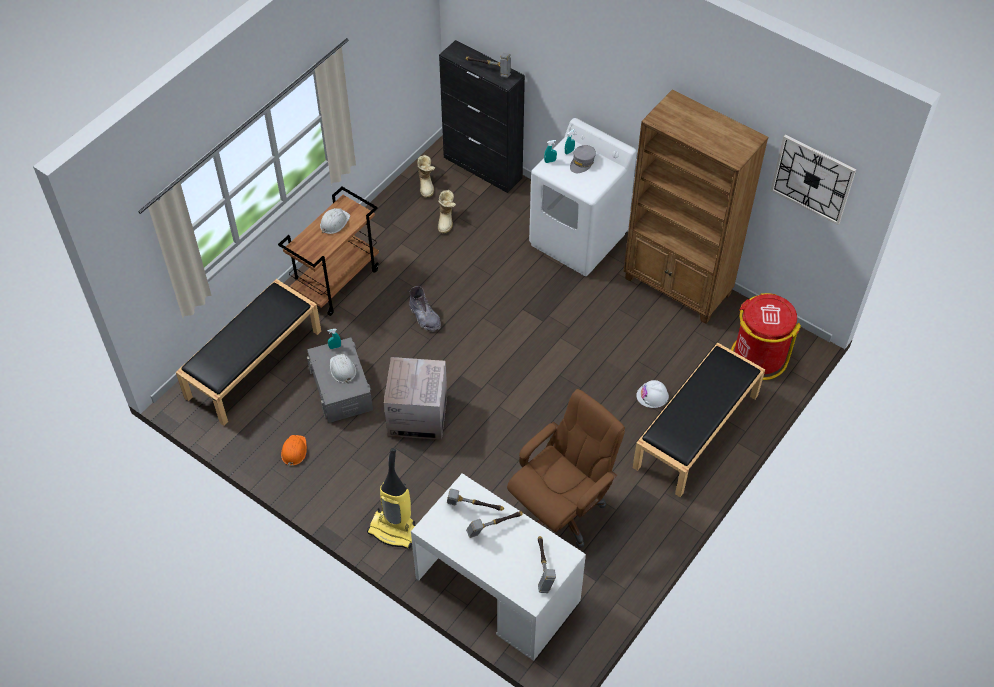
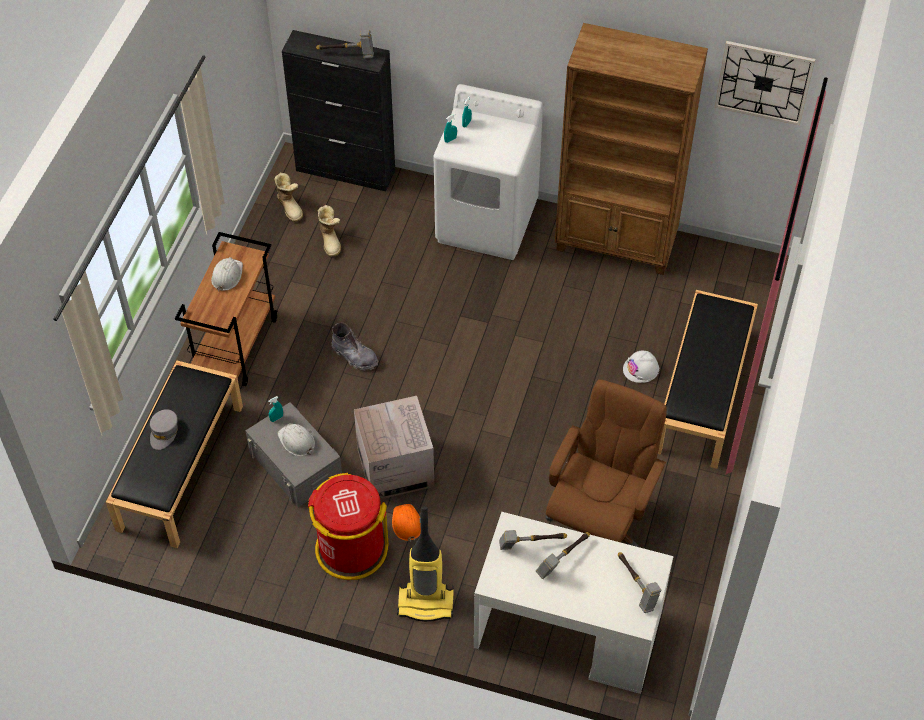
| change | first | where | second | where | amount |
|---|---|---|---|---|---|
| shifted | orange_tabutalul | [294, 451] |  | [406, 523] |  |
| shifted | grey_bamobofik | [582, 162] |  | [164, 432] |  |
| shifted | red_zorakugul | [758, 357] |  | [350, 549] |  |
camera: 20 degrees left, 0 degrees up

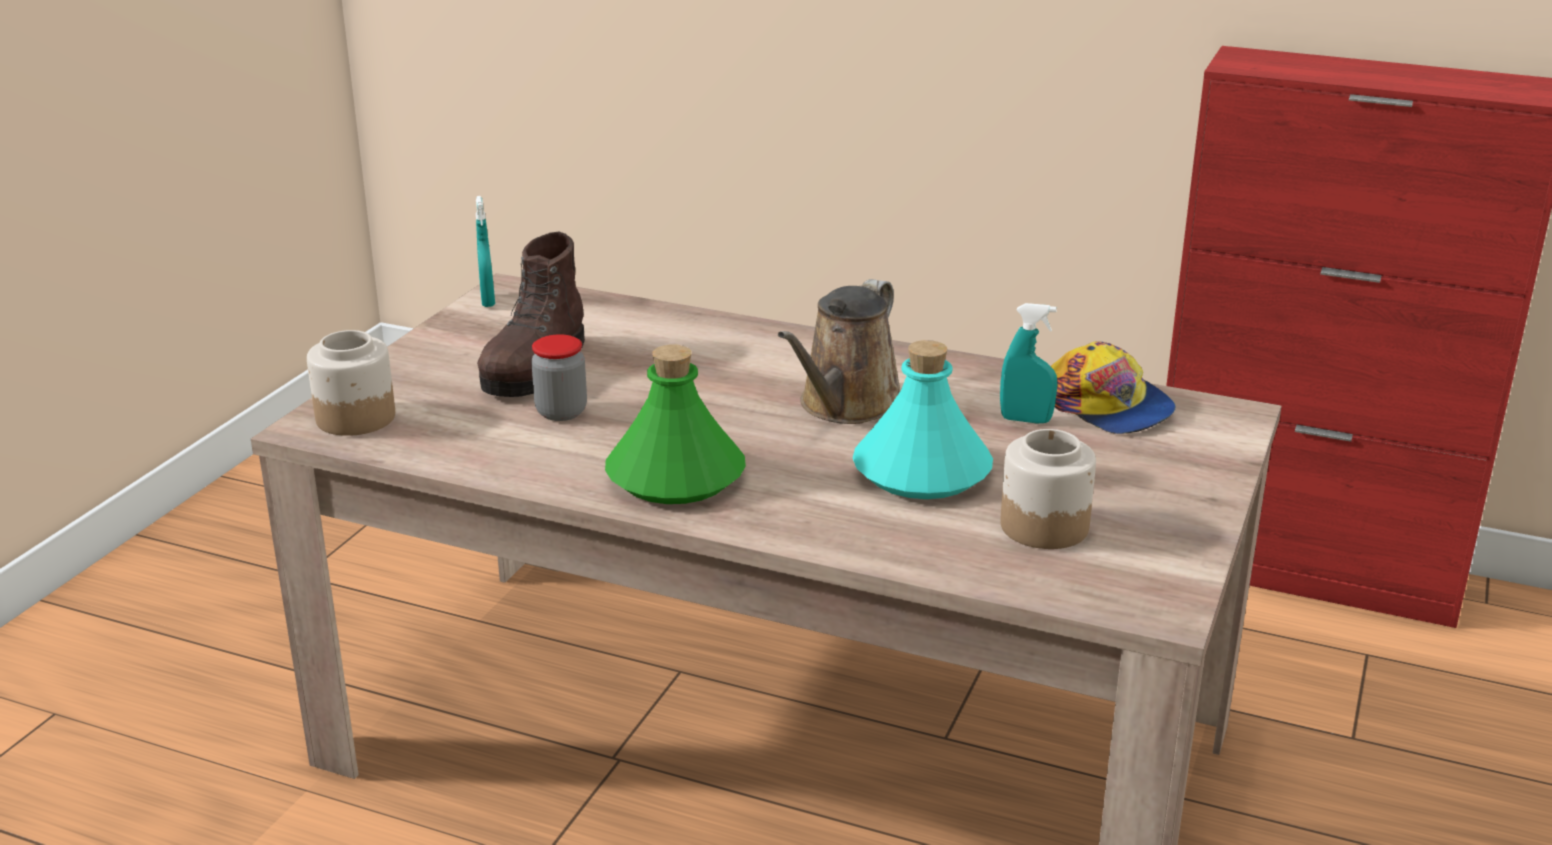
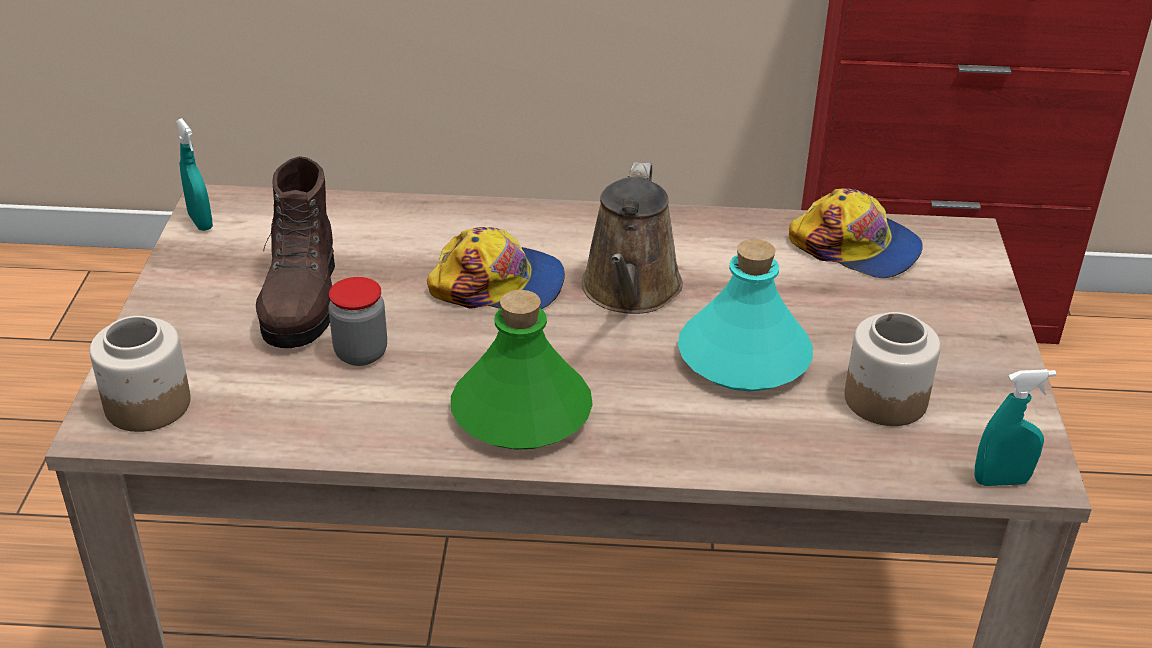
| change | first | where | second | where | amount |
|---|---|---|---|---|---|
| new |  |  | bamobofik | [499, 284] |  |
| shifted | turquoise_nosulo | [1026, 420] |  | [1001, 481] |  |
camera: 20 degrees left, 10 degrees up

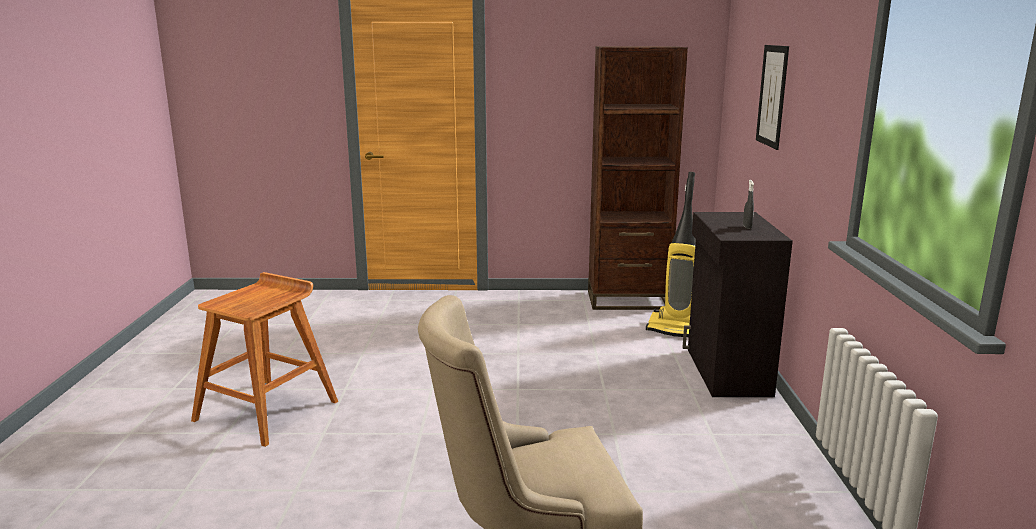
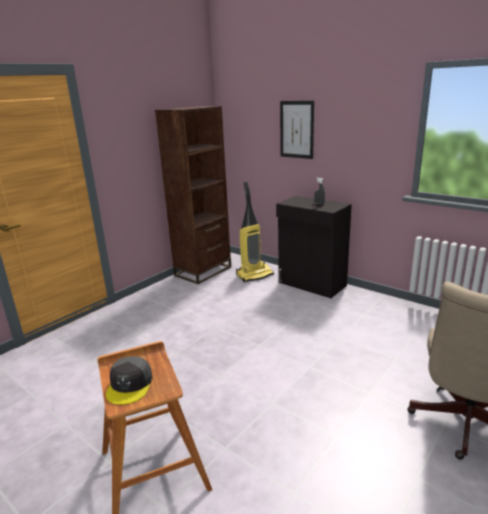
| change | first | where | second | where | amount |
|---|---|---|---|---|---|
| new |  |  | grey_bamobofik | [130, 385] |  |
camera: 50 degrees left, 5 degrees up

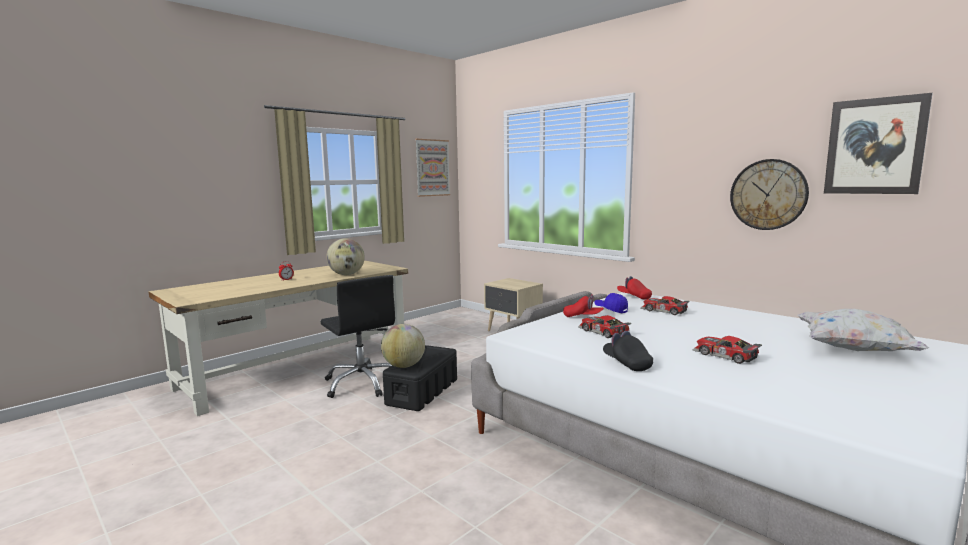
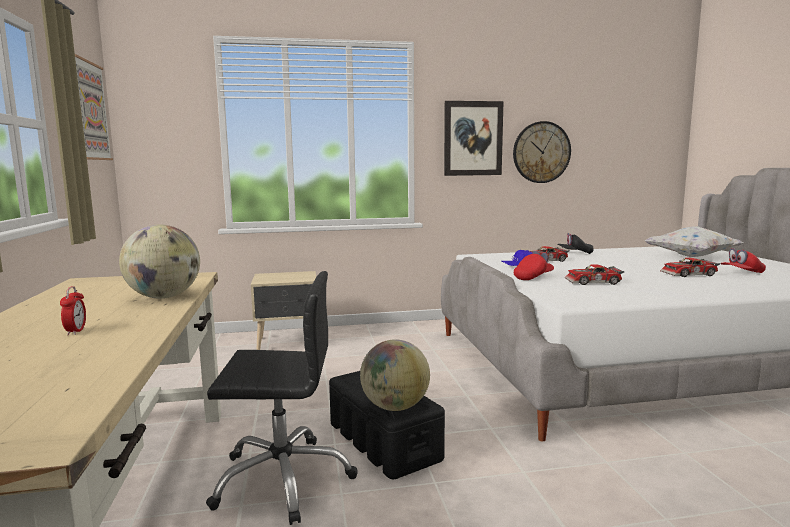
| change | first | where | second | where | amount |
|---|---|---|---|---|---|
| shifted | black_bamobofik | [627, 364] |  | [575, 253] |  |
| shifted | red_bamobofik | [634, 297] |  | [742, 273] |  |
| shifted | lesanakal | [874, 146] |  | [473, 138] |  |
camera: 55 degrees left, 0 degrees up

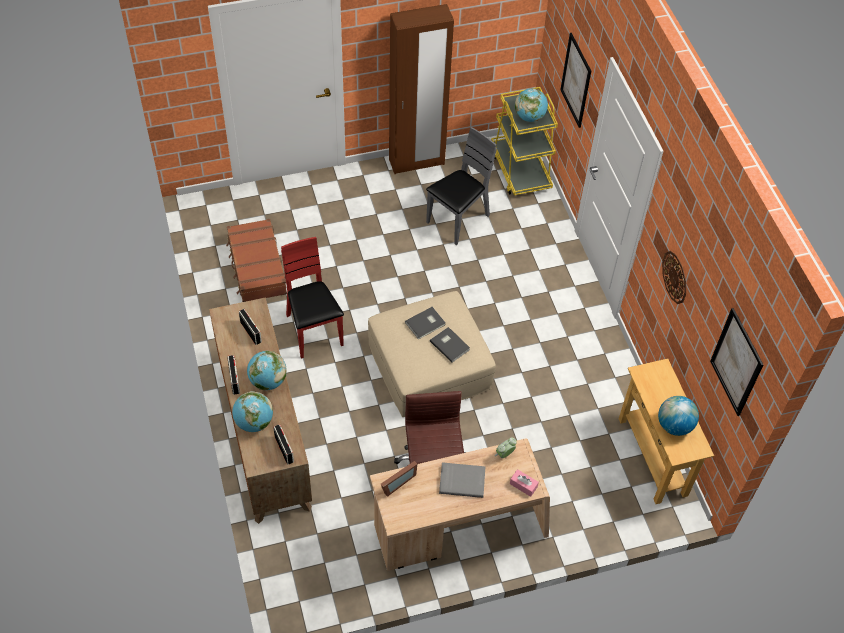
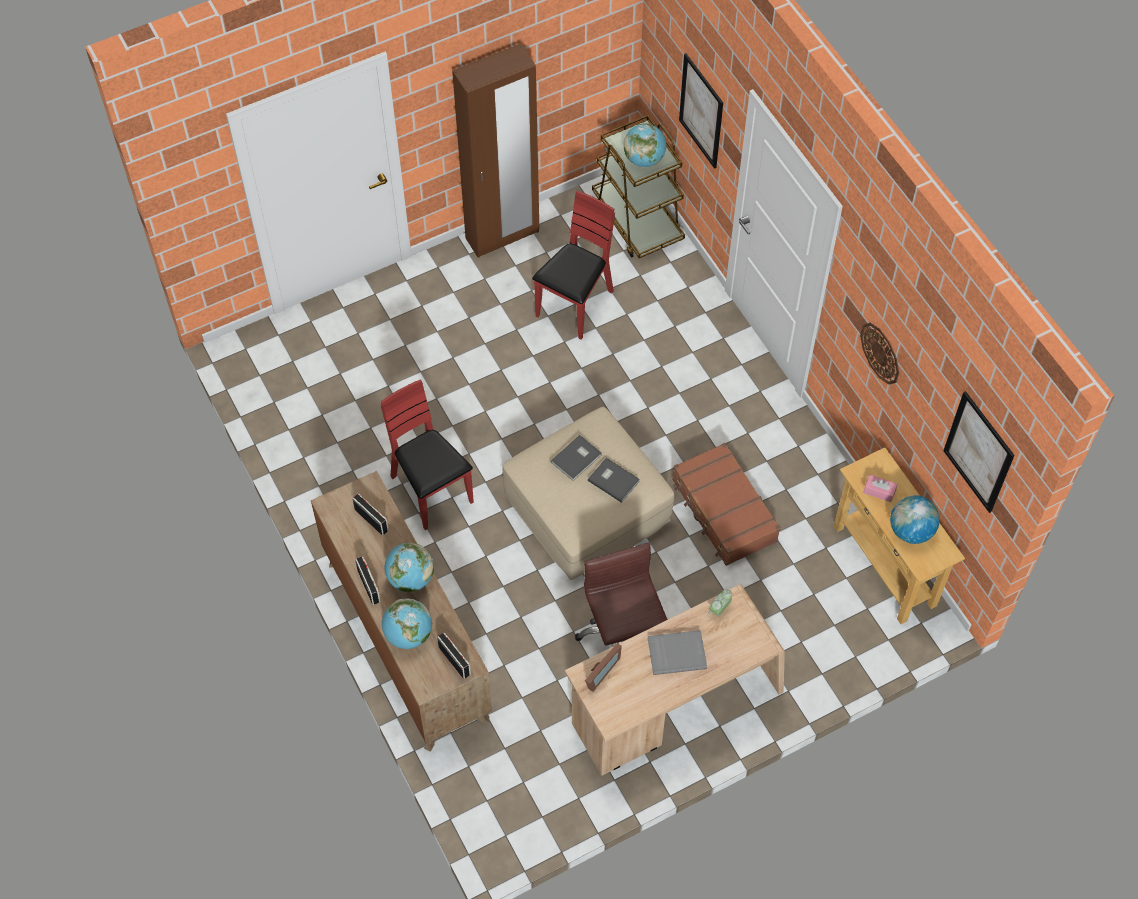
| change | first | where | second | where | amount |
|---|---|---|---|---|---|
| shifted | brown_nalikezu | [256, 267] |  | [723, 511] |  |
| shifted | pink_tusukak | [523, 485] |  | [879, 491] |  |
| repainted | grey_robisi | [458, 220] | red_robisi | [575, 305] |  |
| repainted | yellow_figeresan | [520, 170] | brown_figeresan | [637, 221] |  |
camera: 10 degrees left, 5 degrees up

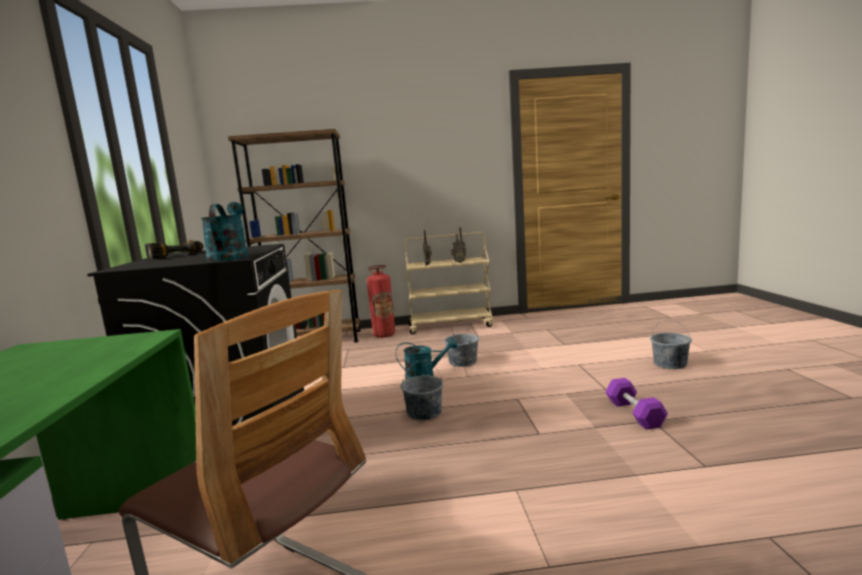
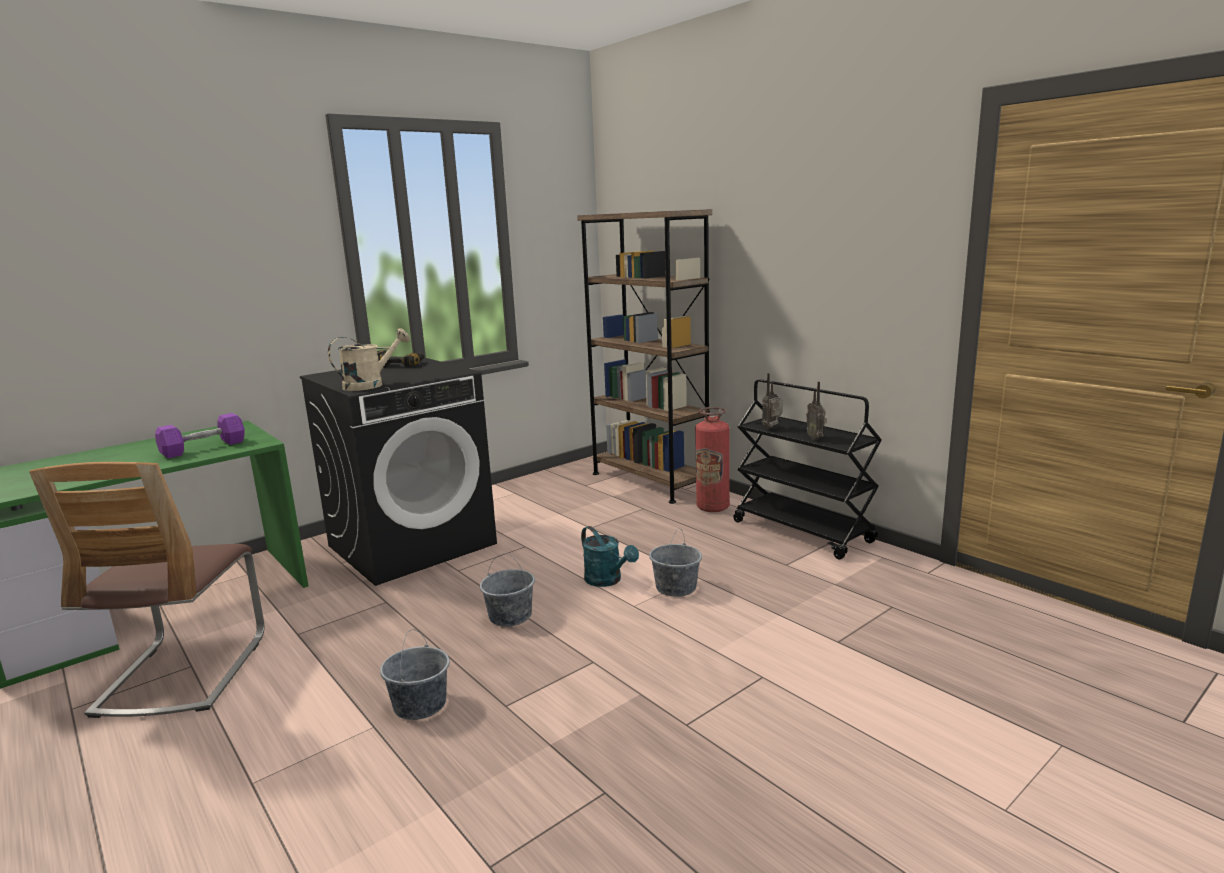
| change | first | where | second | where | amount |
|---|---|---|---|---|---|
| shifted | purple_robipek | [634, 414] |  | [203, 448] |  |
| shifted | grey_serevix | [670, 364] |  | [419, 705] |  |
| repainted | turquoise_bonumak | [229, 257] | beige_bonumak | [370, 385] |  |
| repainted | beige_figeresan | [450, 325] | black_figeresan | [803, 532] |  |
camera: 55 degrees right, 5 degrees up

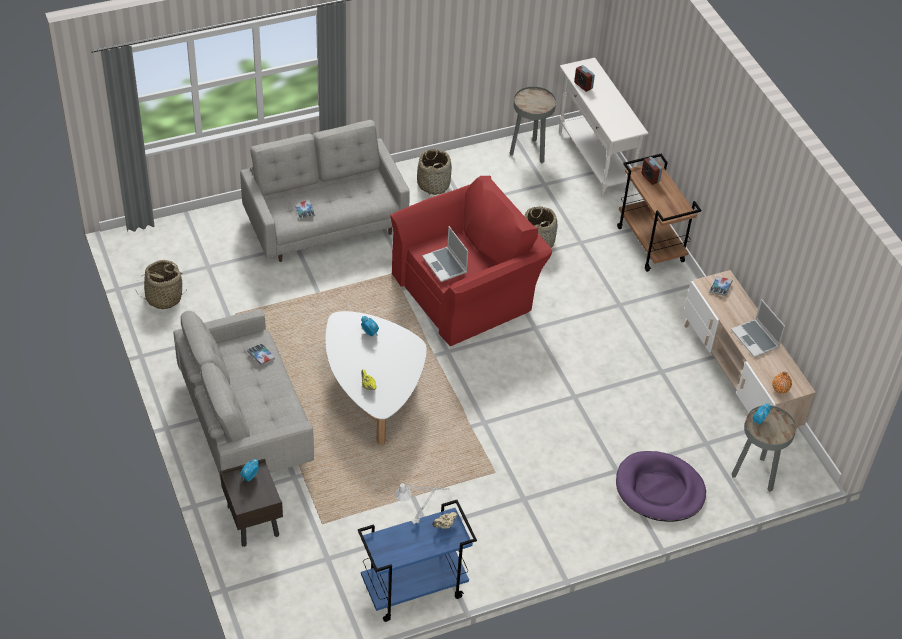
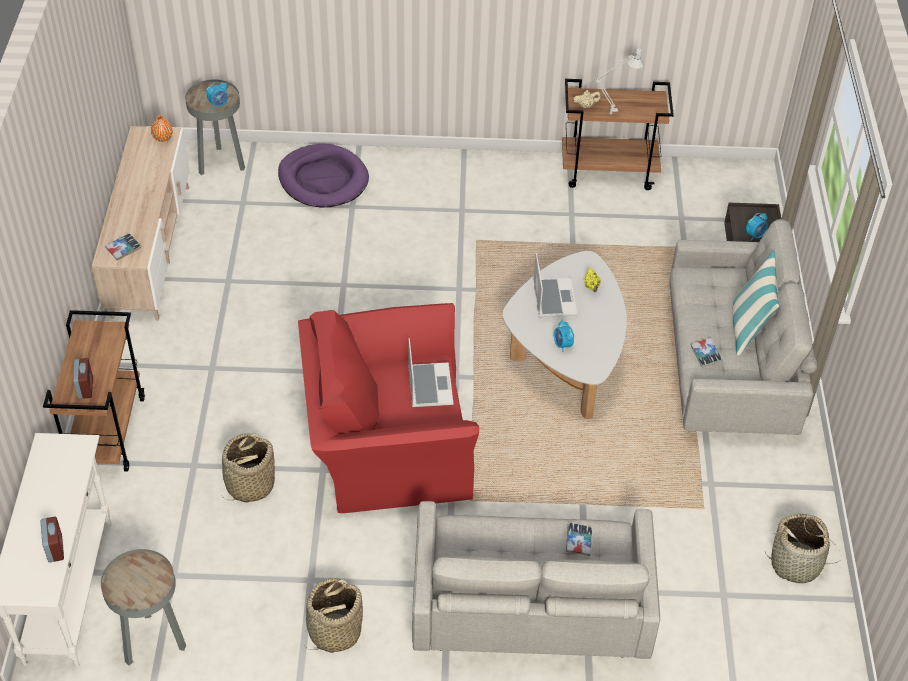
| change | first | where | second | where | amount |
|---|---|---|---|---|---|
| new |  |  | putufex | [748, 328] |  |
| shifted | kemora | [756, 339] |  | [553, 298] |  |
| repainted | blue_figeresan | [413, 590] | brown_figeresan | [609, 172] |  |
camera: 155 degrees left, 0 degrees up

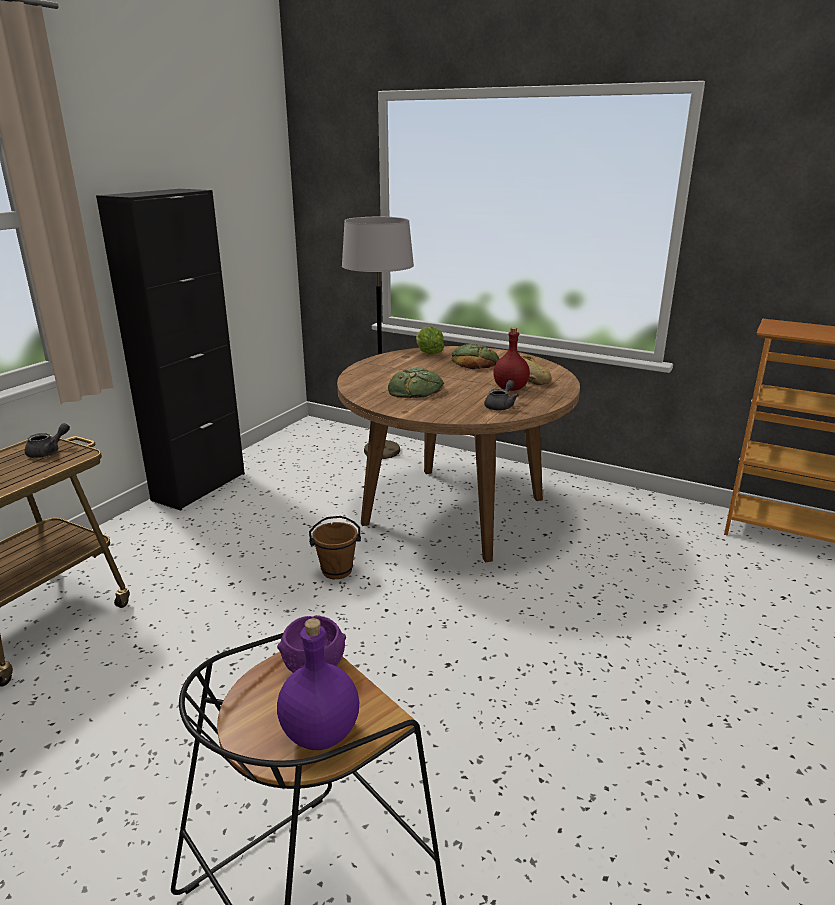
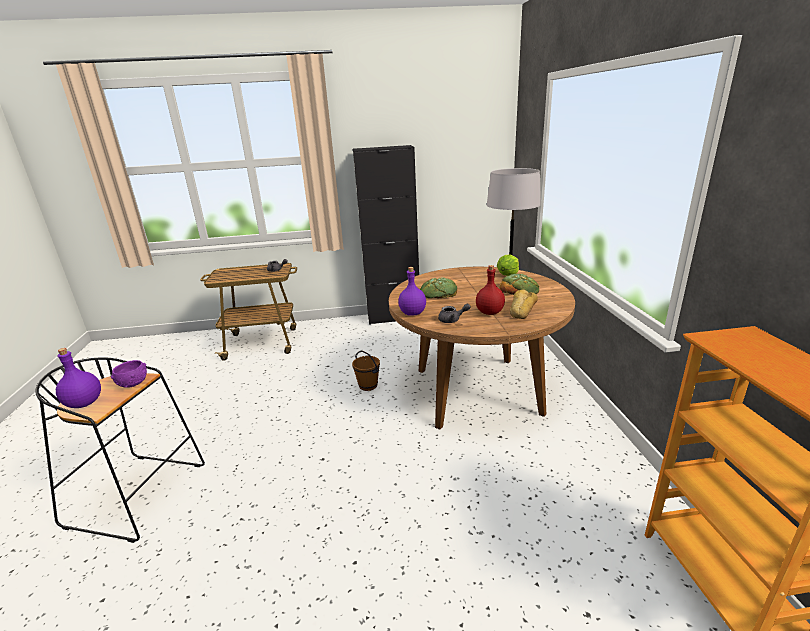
| change | first | where | second | where | amount |
|---|---|---|---|---|---|
| new |  |  | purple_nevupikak | [413, 313] |  |
camera: 55 degrees right, 0 degrees up

